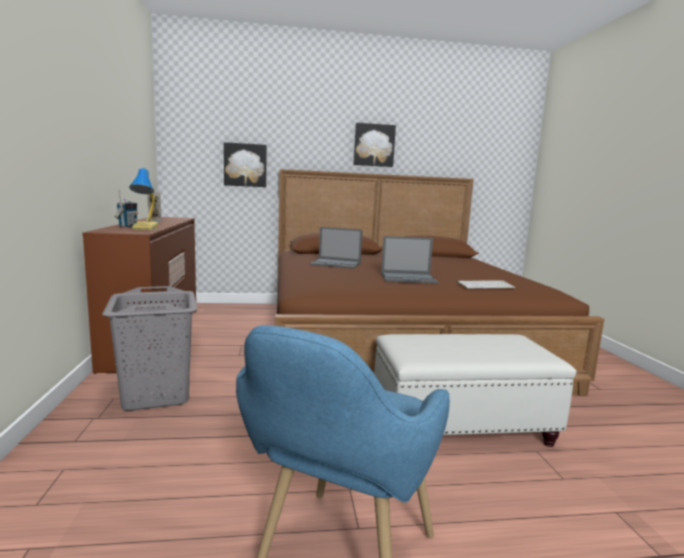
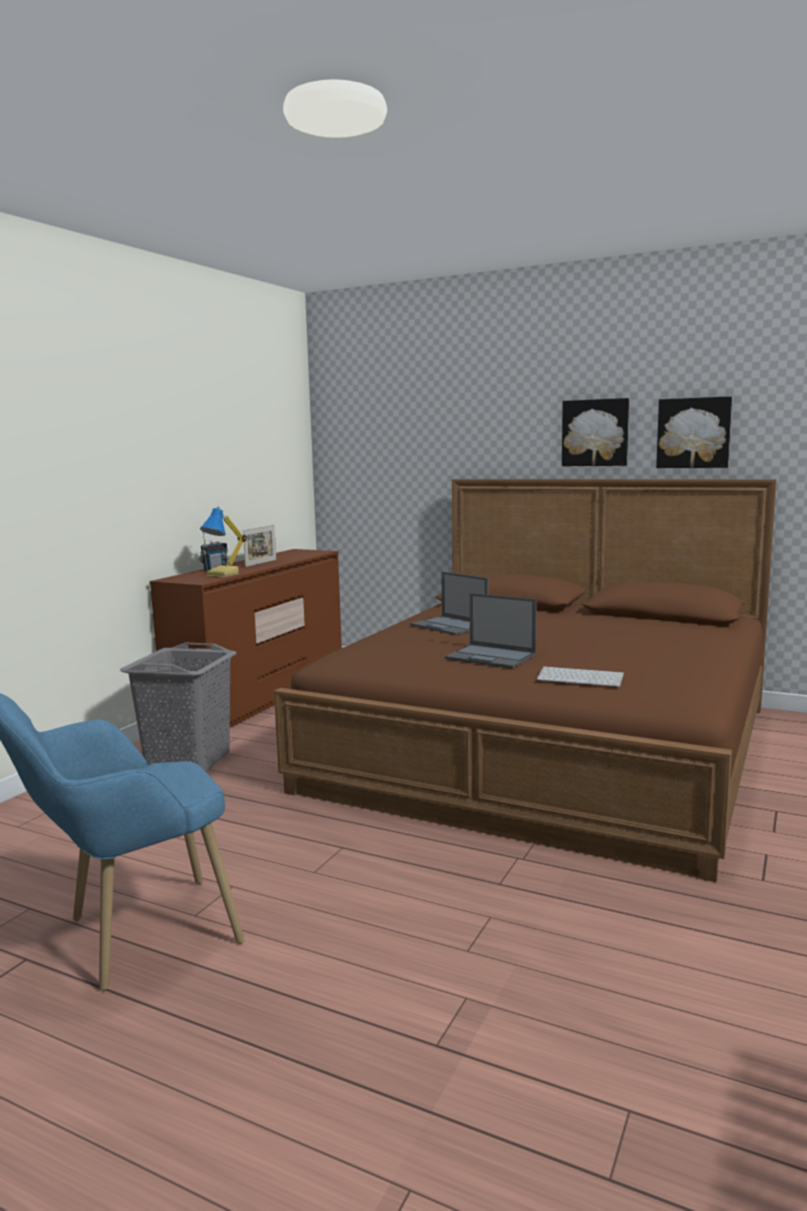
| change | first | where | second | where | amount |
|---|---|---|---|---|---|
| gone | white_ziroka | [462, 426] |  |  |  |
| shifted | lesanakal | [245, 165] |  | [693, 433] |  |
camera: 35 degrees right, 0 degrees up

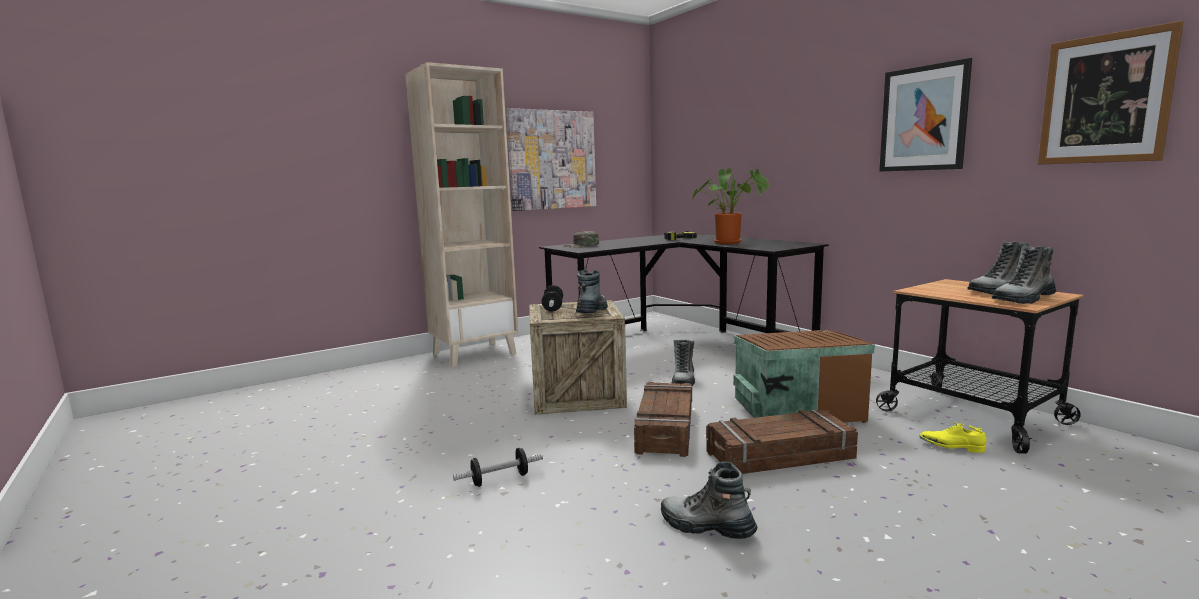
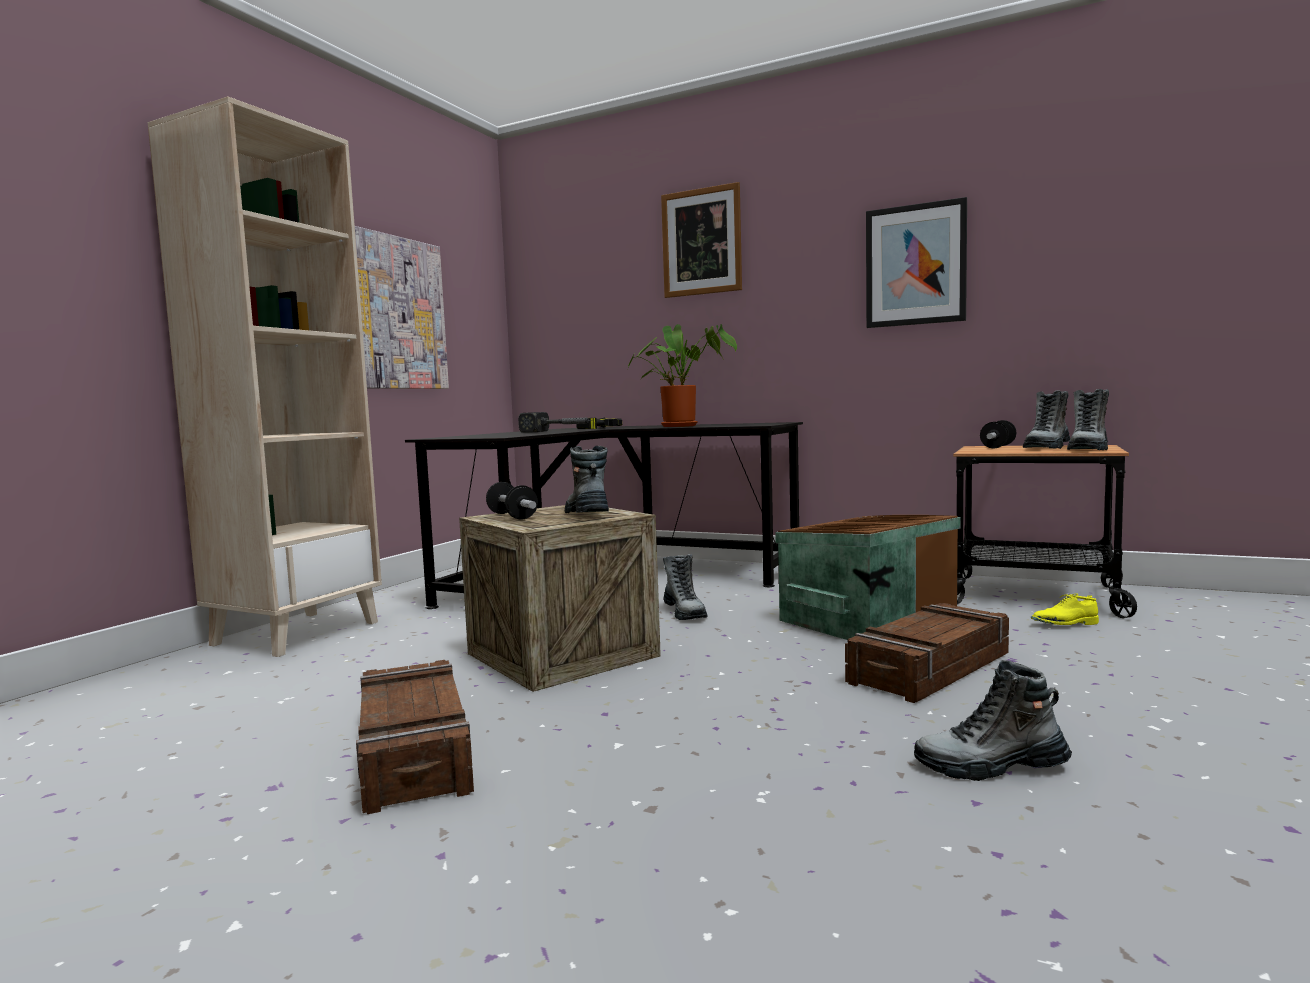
| change | first | where | second | where | amount |
|---|---|---|---|---|---|
| gone | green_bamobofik | [582, 245] |  |  |  |
| new |  |  | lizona | [558, 431] |  |
| shifted | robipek | [500, 479] |  | [998, 447] |  |
| shifted | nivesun | [666, 428] |  | [415, 750] |  |
| shifted | lesanakal | [1105, 99] |  | [701, 242] |  |
camera: 30 degrees left, 5 degrees down

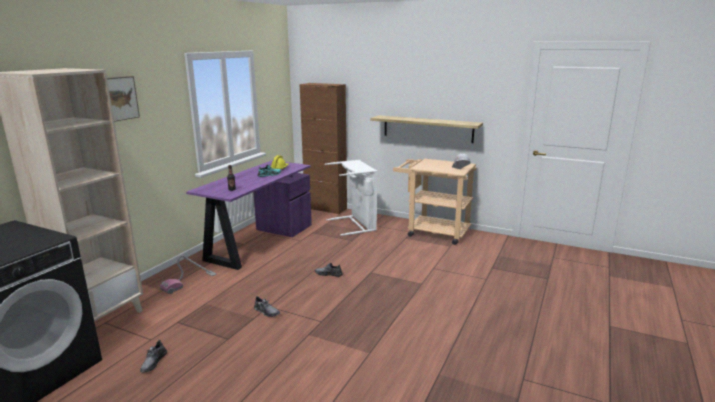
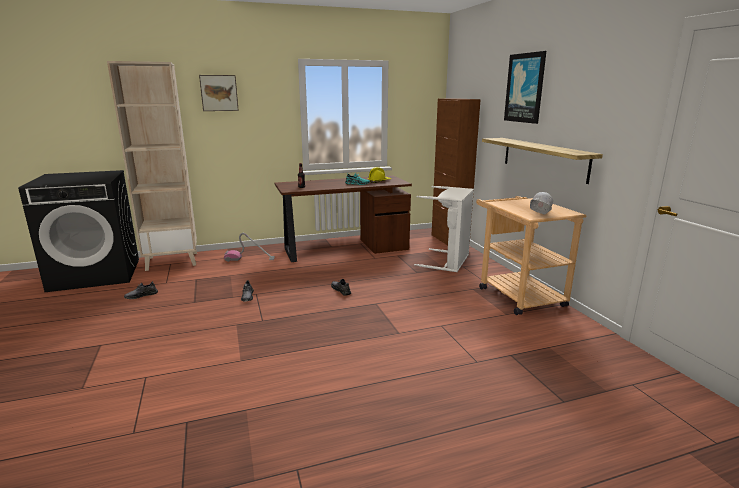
| change | first | where | second | where | amount |
|---|---|---|---|---|---|
| new |  |  | lesanakal | [525, 88] |  |
| repainted | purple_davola | [258, 242] | brown_davola | [343, 248] |  |
camera: 45 degrees right, 0 degrees up

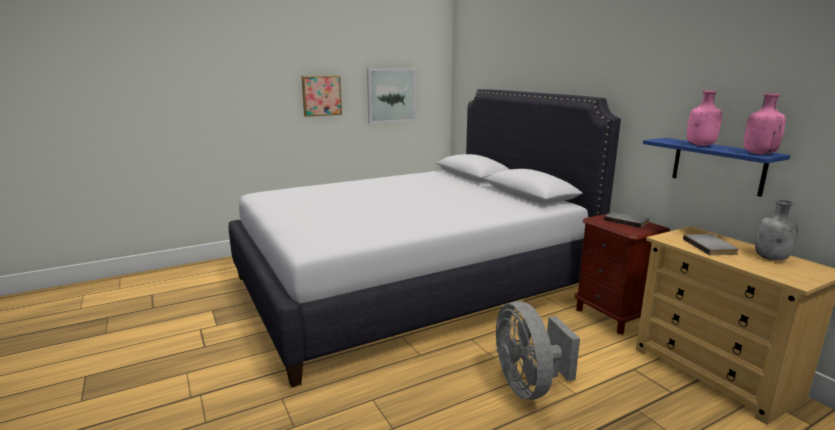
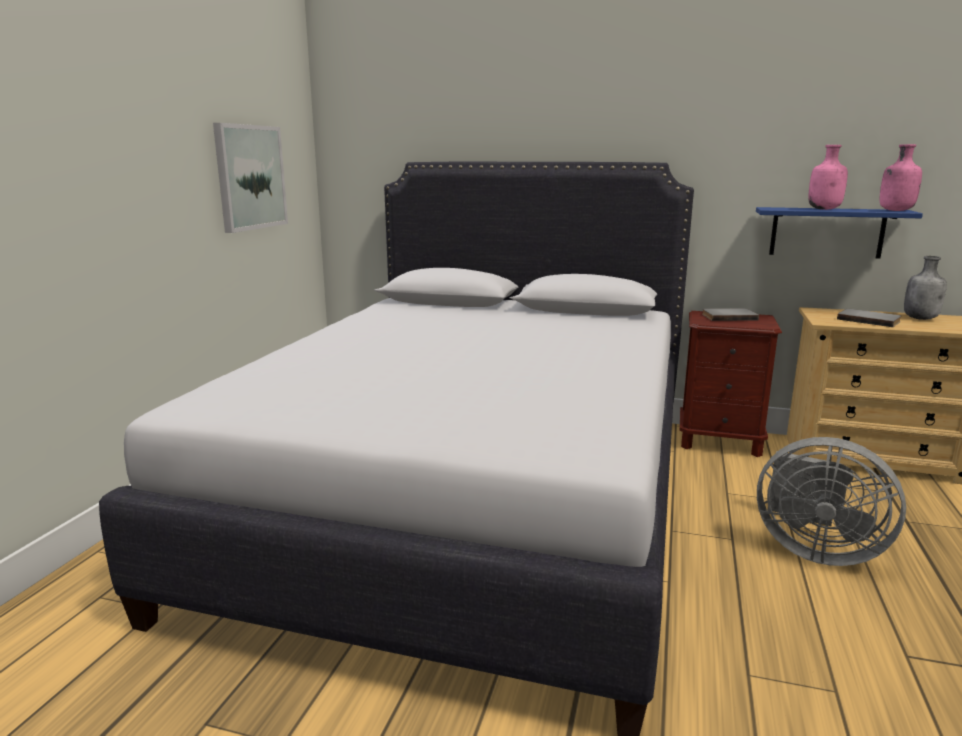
| change | first | where | second | where | amount |
|---|---|---|---|---|---|
| gone | lesanakal | [321, 95] |  |  |  |
camera: 45 degrees left, 0 degrees up

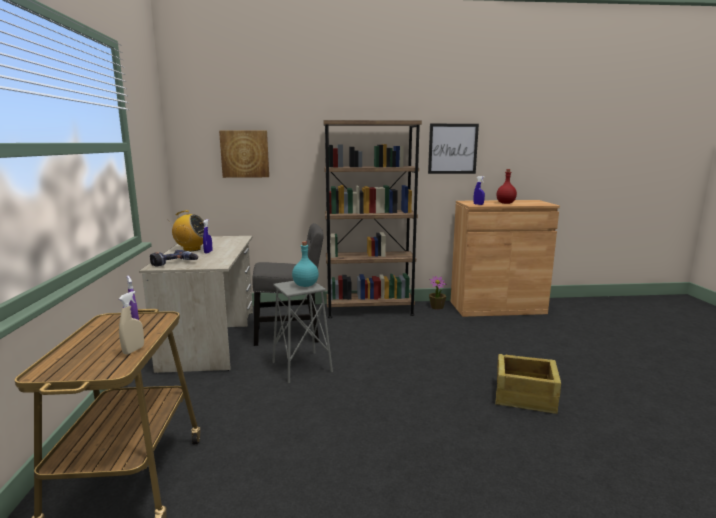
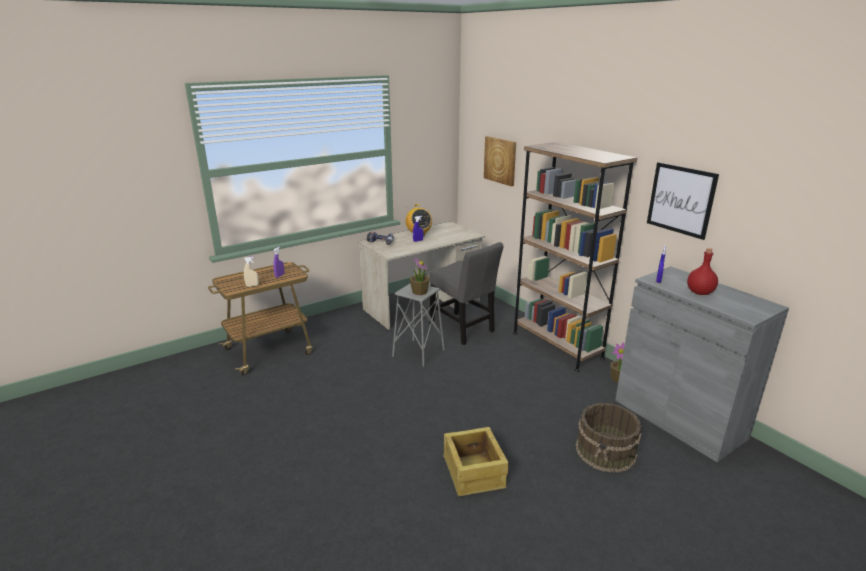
| change | first | where | second | where | amount |
|---|---|---|---|---|---|
| new |  |  | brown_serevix | [606, 451] |  |
| swapped | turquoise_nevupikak | [305, 285] | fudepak | [419, 292] |  |
| repainted | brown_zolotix | [497, 307] | grey_zolotix | [679, 418] |  |
camera: 60 degrees right, 10 degrees up

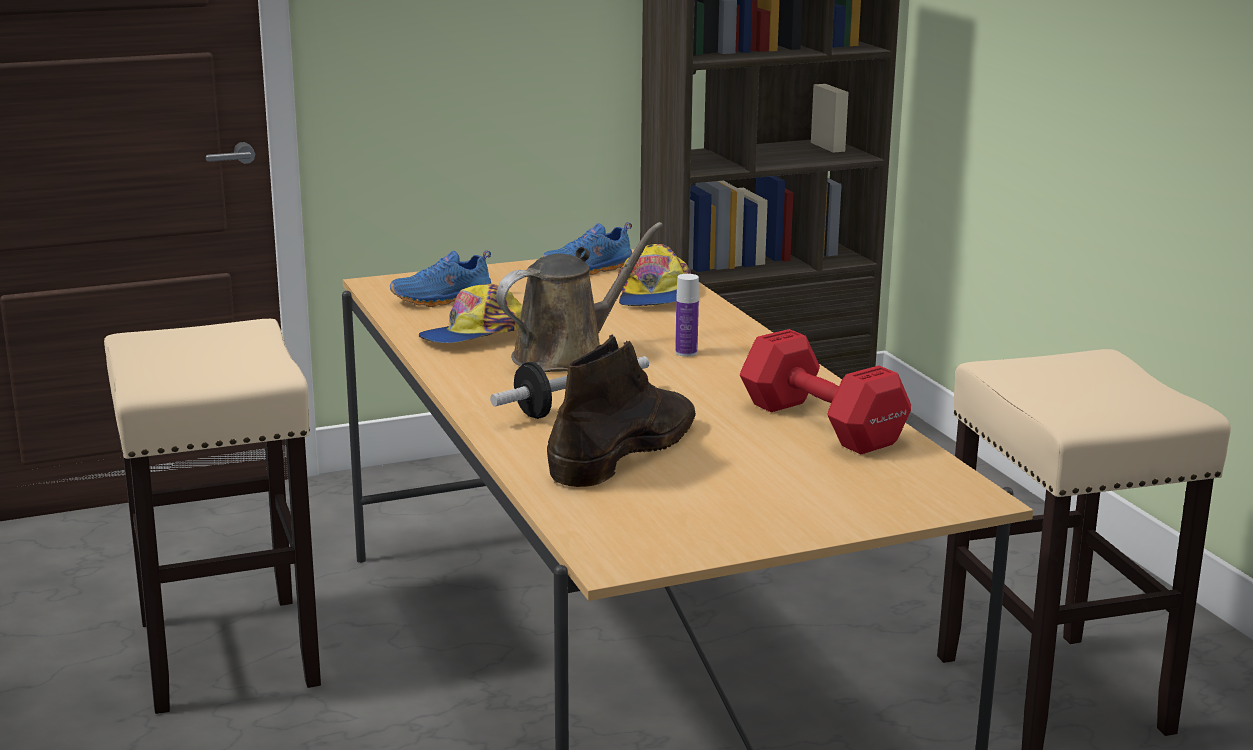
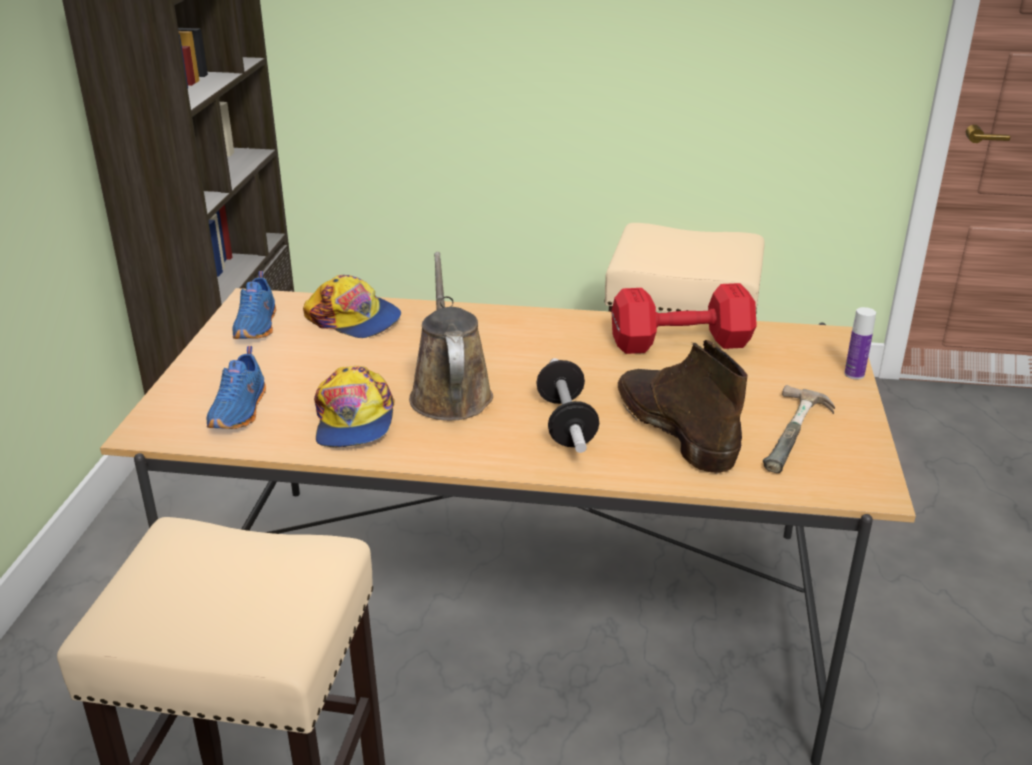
| change | first | where | second | where | amount |
|---|---|---|---|---|---|
| new |  |  | lizona | [800, 435] |  |
| shifted | nevupikak | [686, 352] |  | [854, 374] |  |
camera: 60 degrees left, 10 degrees up

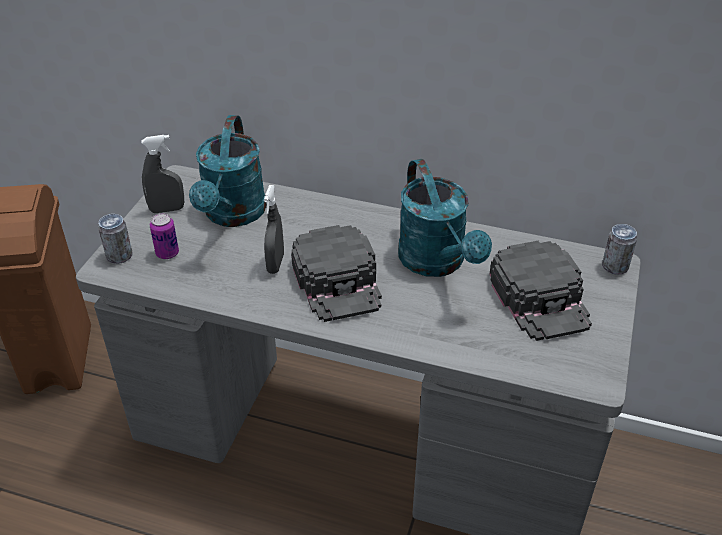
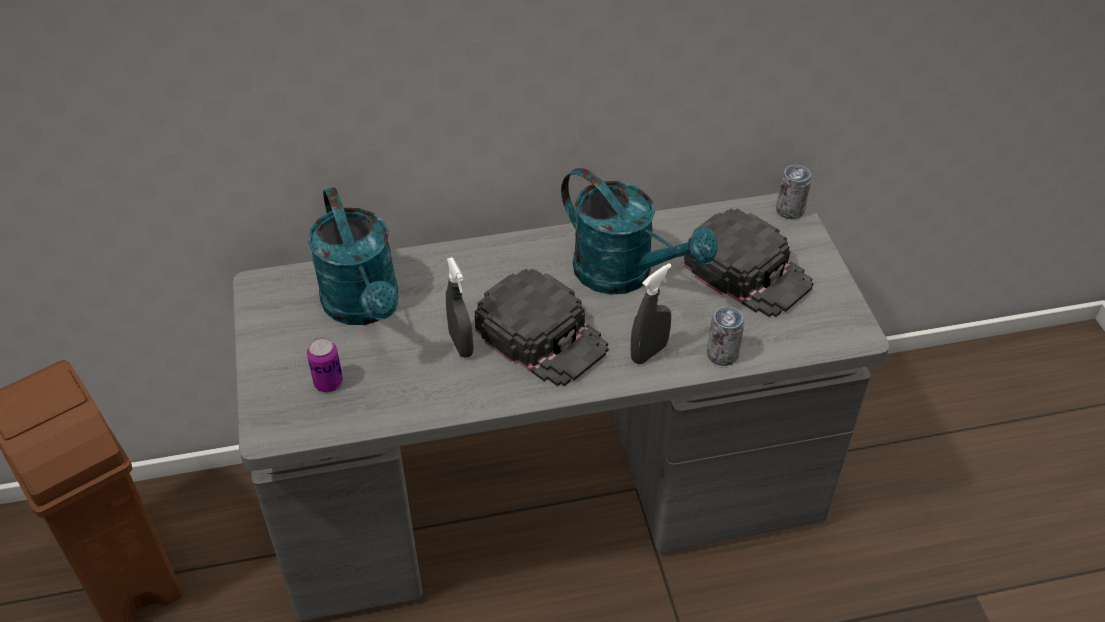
| change | first | where | second | where | amount |
|---|---|---|---|---|---|
| shifted | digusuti | [119, 256] |  | [722, 355] |  |
| shifted | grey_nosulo | [167, 209] |  | [649, 352] |  |
camera: 30 degrees left, 5 degrees up

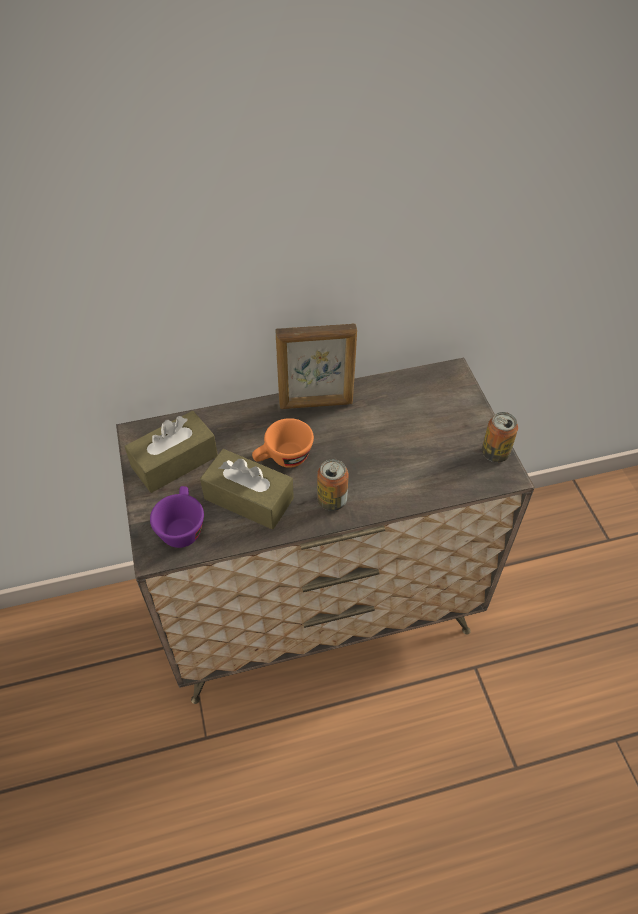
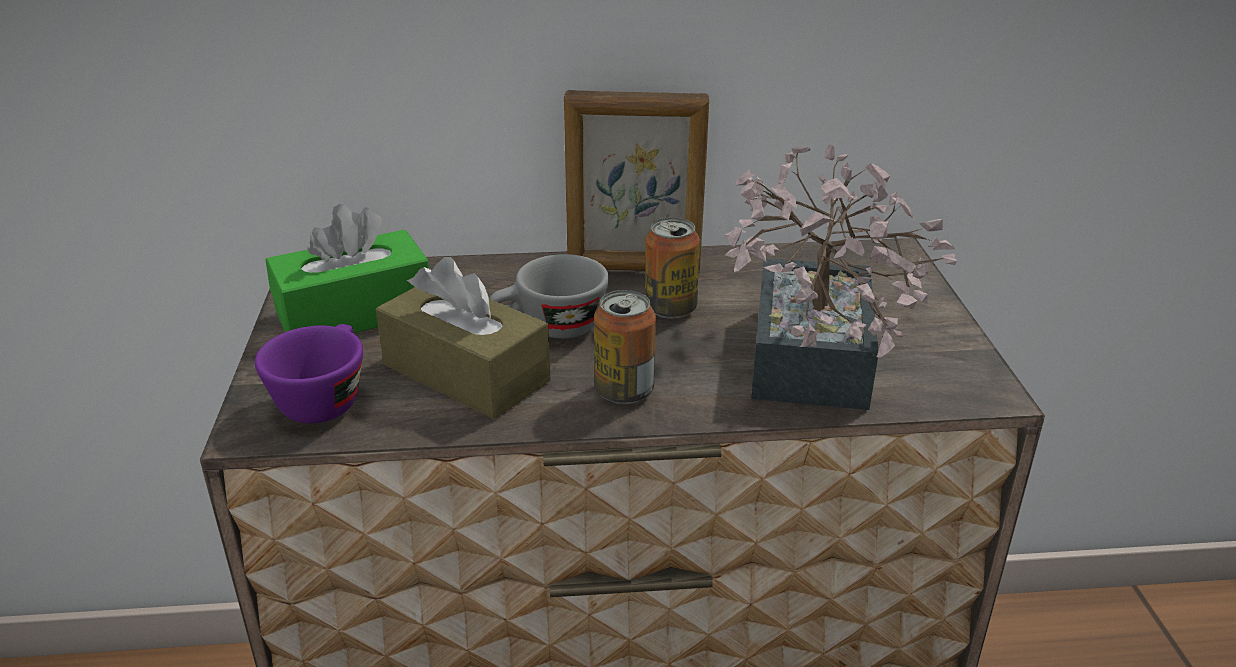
| change | first | where | second | where | amount |
|---|---|---|---|---|---|
| new |  |  | fudepak | [807, 369] |  |
| shifted | digusuti | [495, 453] |  | [670, 309] |  |
| repainted | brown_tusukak | [174, 461] | green_tusukak | [355, 313] |  |
| repainted | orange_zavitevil | [283, 459] | grey_zavitevil | [550, 328] |  |
camera: 10 degrees right, 20 degrees down

